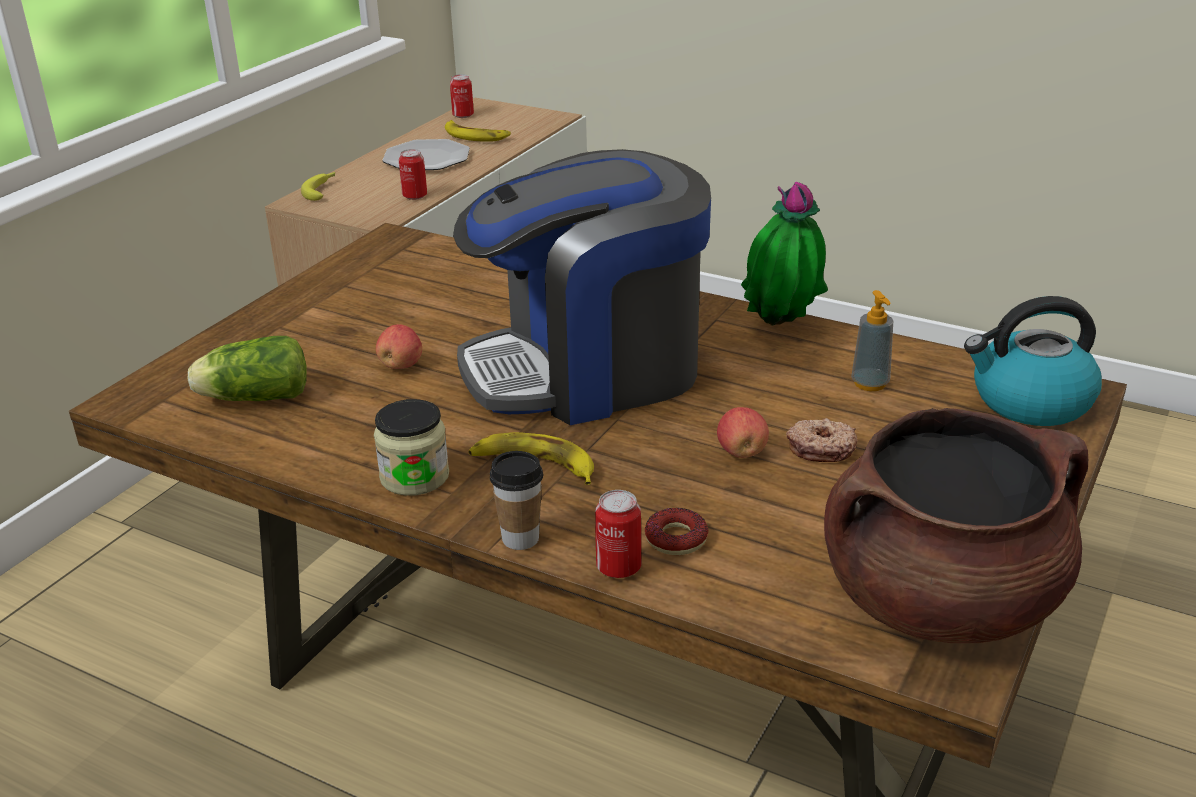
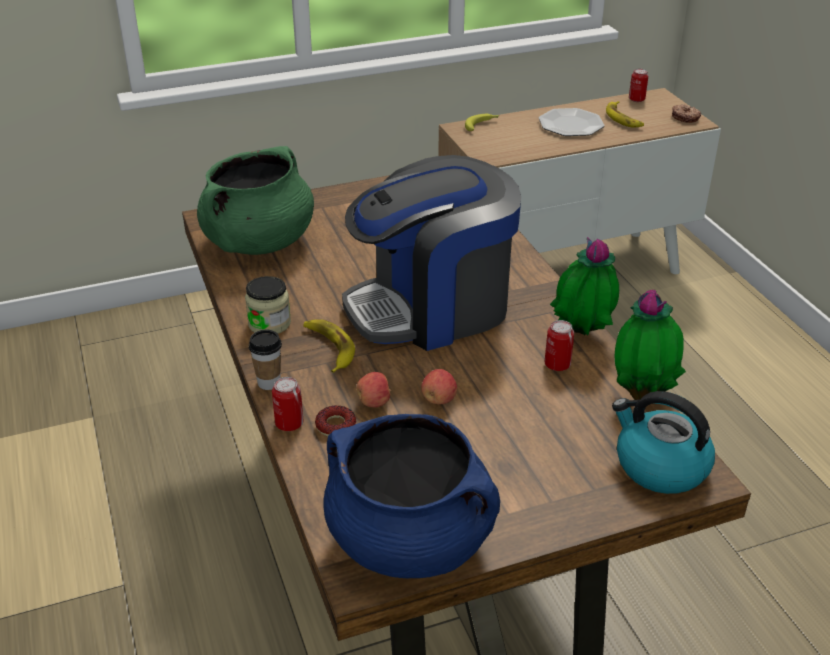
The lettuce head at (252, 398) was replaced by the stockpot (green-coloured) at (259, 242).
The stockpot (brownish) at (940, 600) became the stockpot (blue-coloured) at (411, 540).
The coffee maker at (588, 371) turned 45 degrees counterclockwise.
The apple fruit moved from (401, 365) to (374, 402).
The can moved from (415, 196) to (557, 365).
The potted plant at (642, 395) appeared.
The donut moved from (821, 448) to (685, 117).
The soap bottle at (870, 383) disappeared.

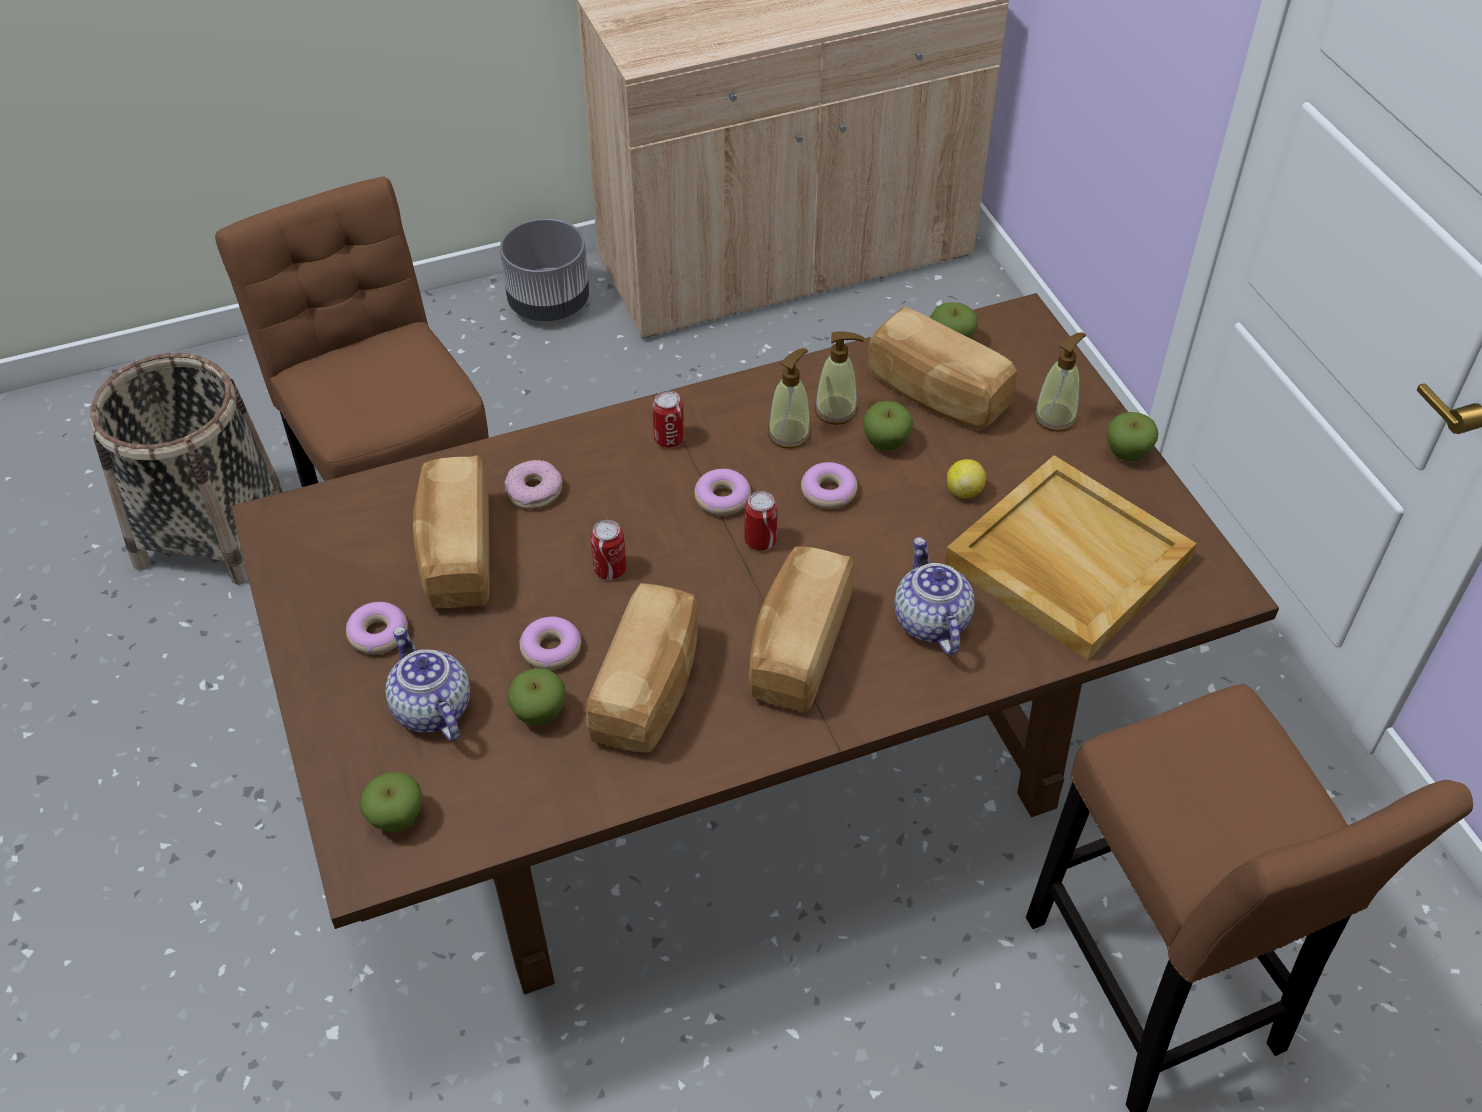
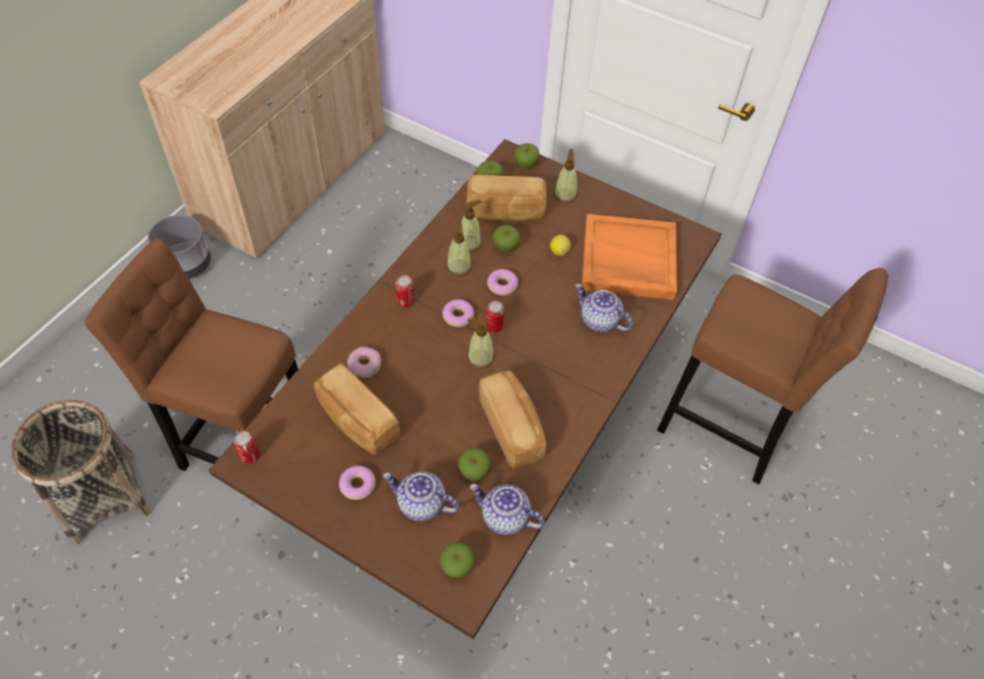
The can moved from (610, 569) to (250, 456).
The soap bottle at (480, 358) appeared.
The tea pot at (504, 517) appeared.
The apple fruit moved from (1127, 454) to (526, 165).
The tray (sand-coloured) at (1065, 561) became the tray (orange) at (627, 260).
The donut at (551, 649) disappeared.
The bread at (796, 647) disappeared.

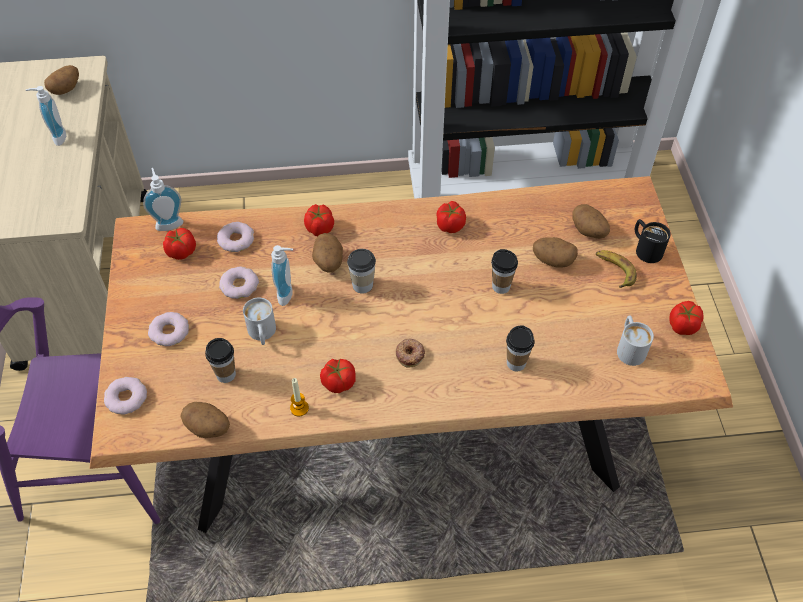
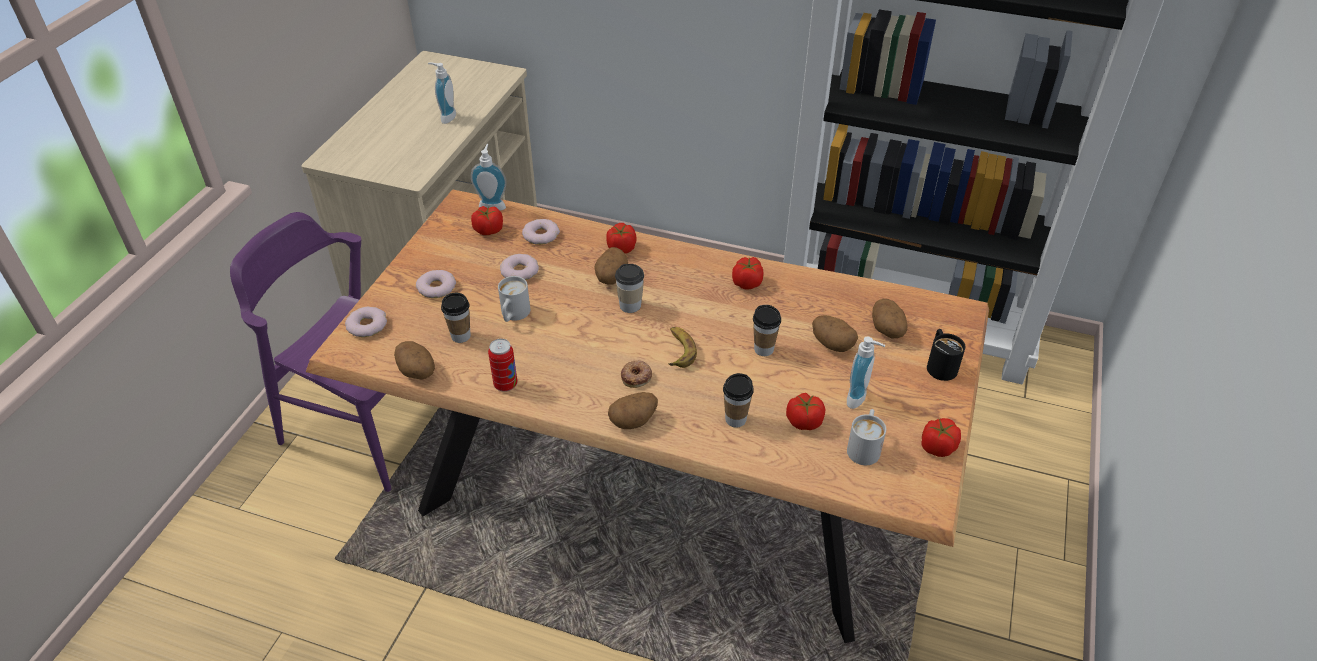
The candle at (299, 408) was replaced by the can at (505, 385).
The spud moved from (66, 89) to (633, 420).
The banana moved from (614, 270) to (679, 350).
The whole tomato moved from (338, 382) to (803, 421).
The soap bottle moved from (288, 294) to (860, 399).

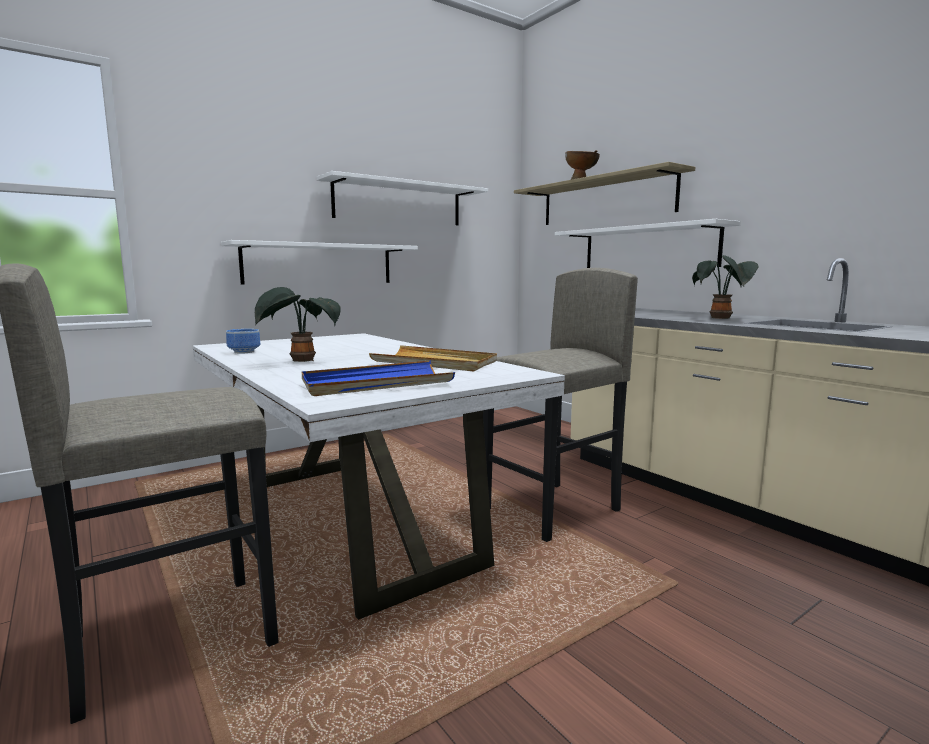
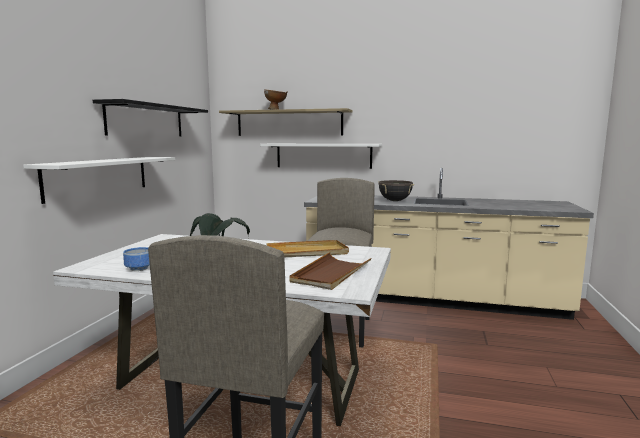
The bracket shelf (whitish) at (399, 203) became the bracket shelf (black) at (146, 121).
The tray (blue-coloured) at (376, 384) became the tray (brownish) at (331, 273).
The potted plant at (722, 319) was replaced by the stockpot (black) at (395, 201).

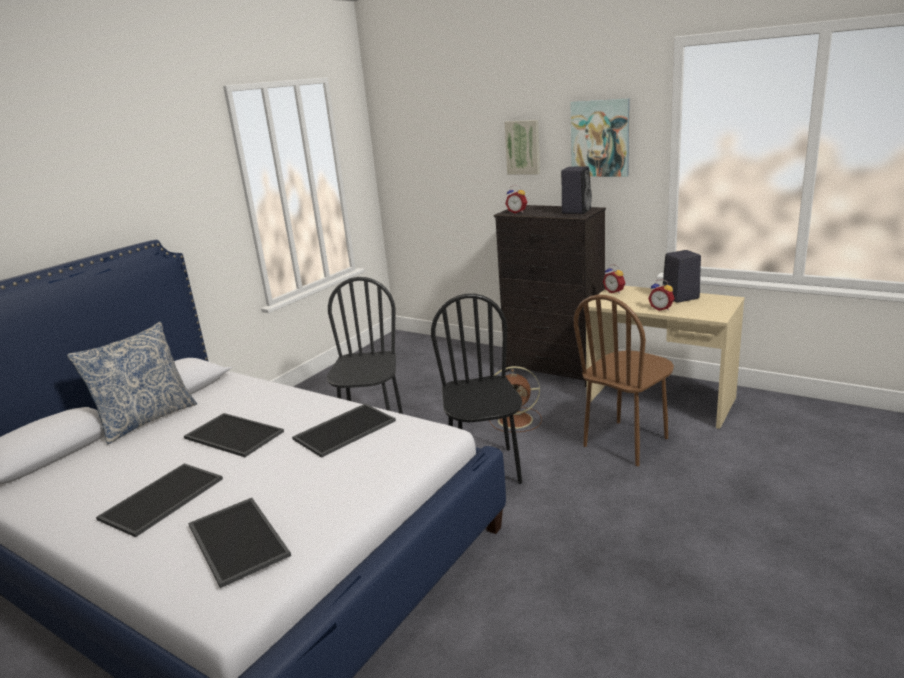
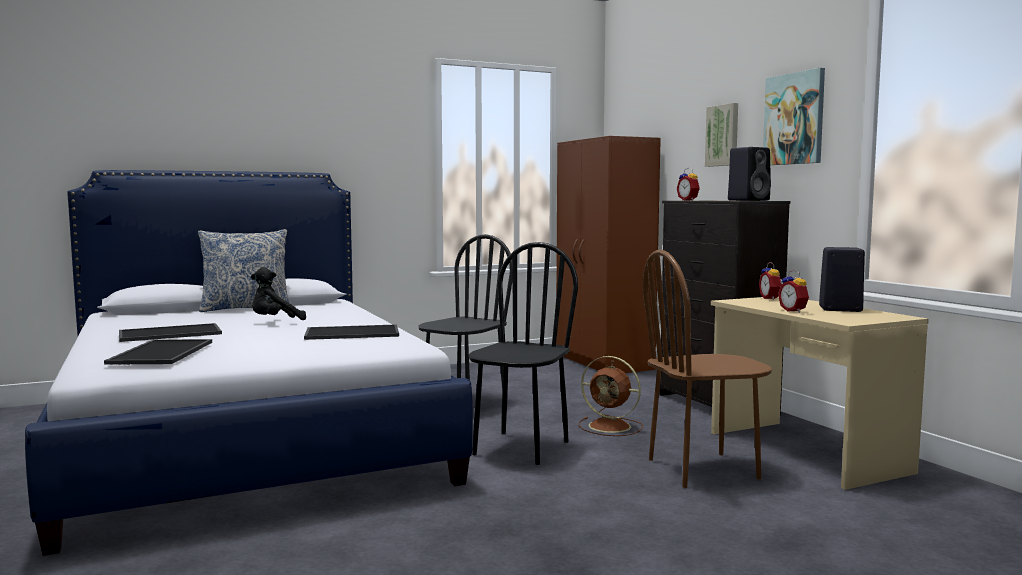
The tray at (232, 435) was replaced by the plush toy (black) at (275, 321).
The armoire (brownish) at (603, 362) appeared.

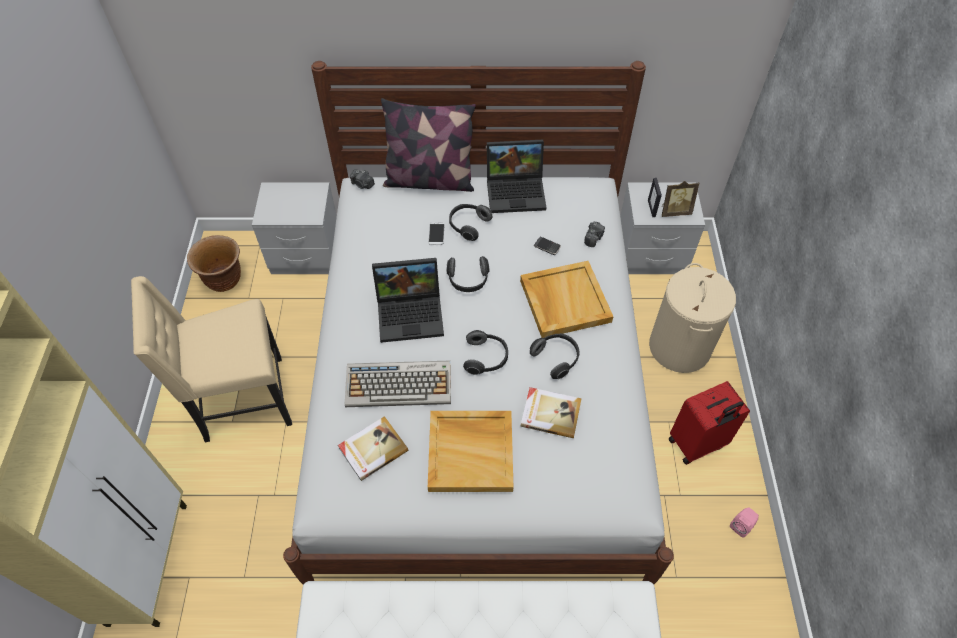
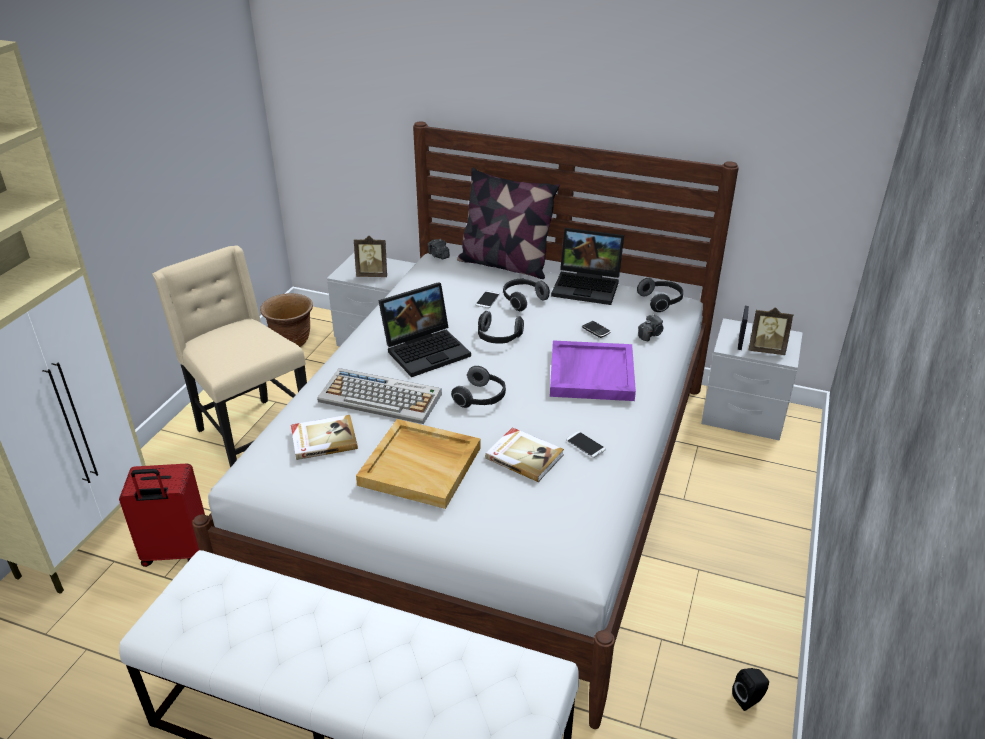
The travel case (reddish) moved from (697, 444) to (175, 552).
The upright chair (sand-coloured) at (242, 401) turned 45 degrees clockwise.
The photo frame at (372, 275) appeared.
The portable computer at (412, 313) turned 45 degrees counterclockwise.
The tray (sand-coloured) at (564, 301) became the tray (purple-coloured) at (590, 373).
The telephone at (585, 445) appeared.
The headset moved from (556, 358) to (661, 301).
The speaker (pink) at (741, 525) became the speaker (black) at (749, 699).
The hamper (sand-coloured) at (679, 346) disappeared.

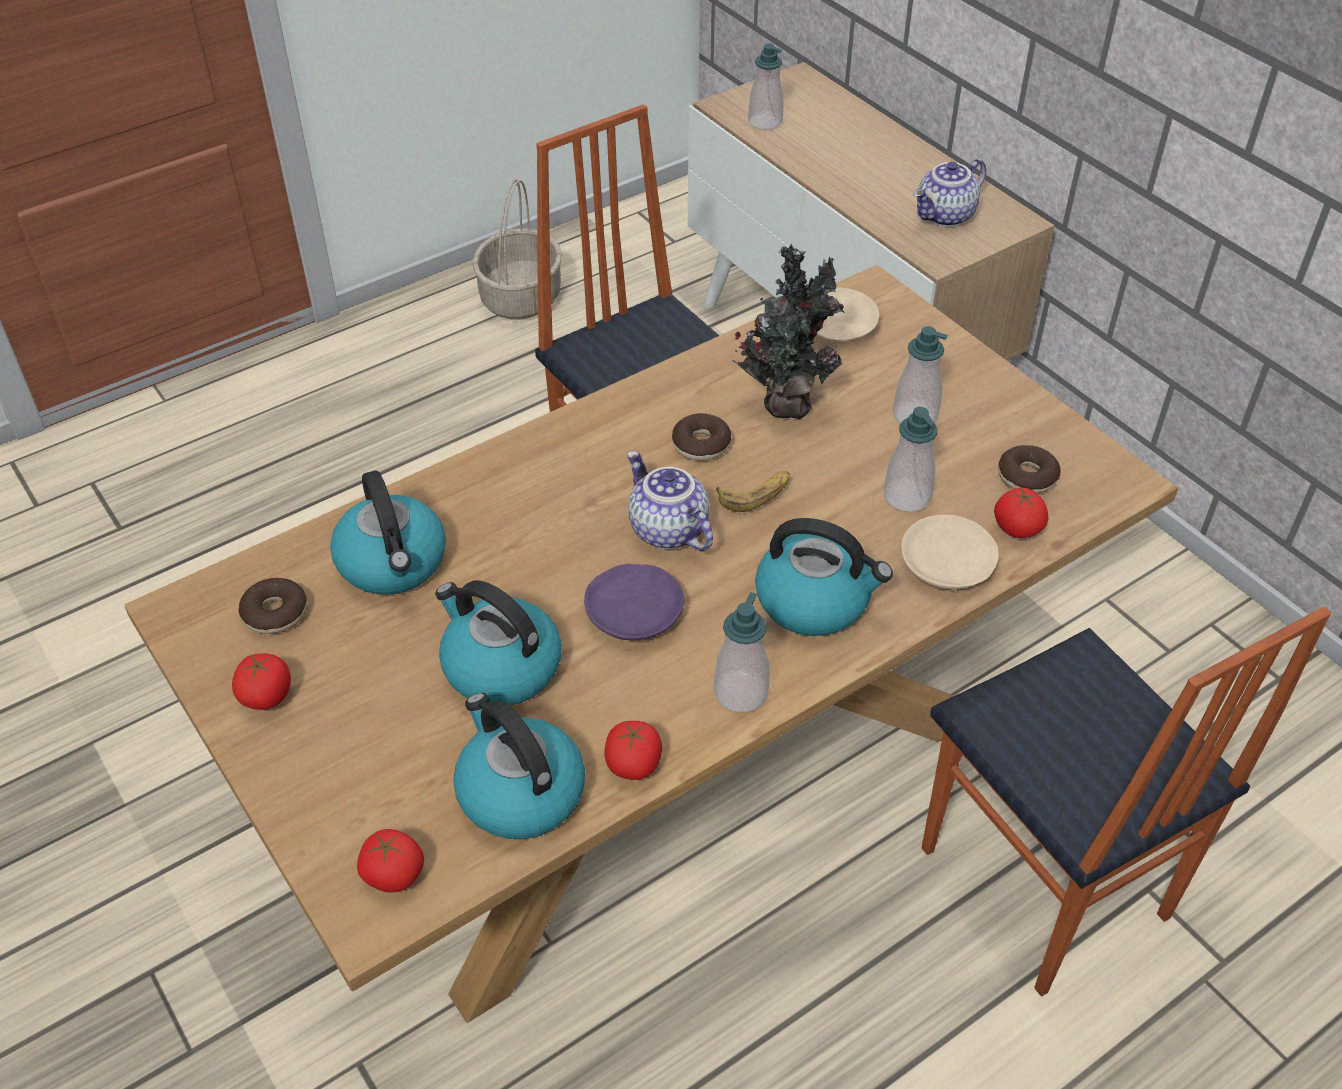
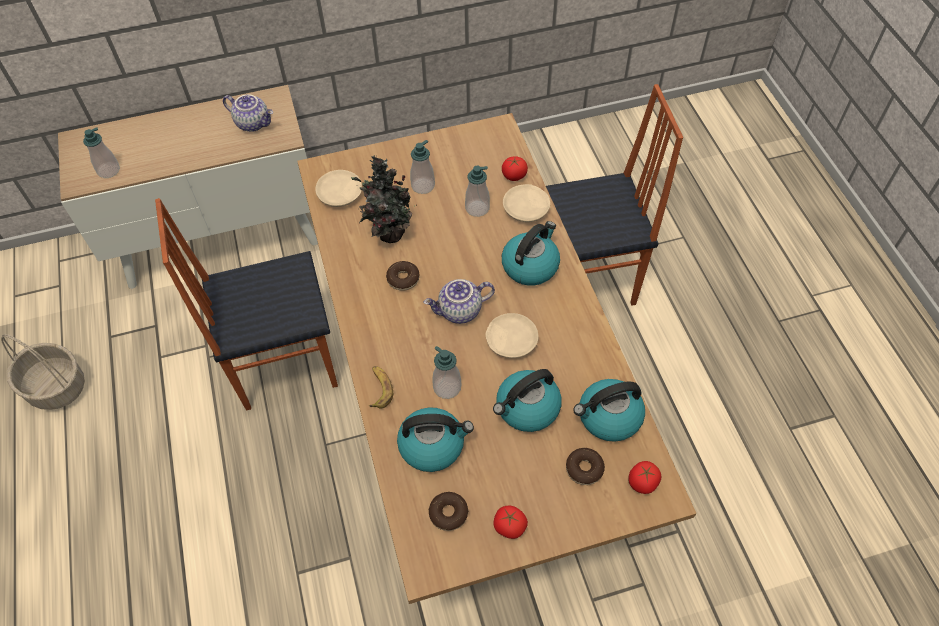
The tea pot at (946, 216) turned 45 degrees counterclockwise.
The banana moved from (755, 494) to (379, 389).
The soap bottle moved from (741, 693) to (447, 387).
The plate (purple-coloured) at (635, 612) became the plate (sand-coloured) at (511, 340).
The donut moved from (1027, 477) to (584, 469).
The whole tomato at (633, 765) disappeared.

